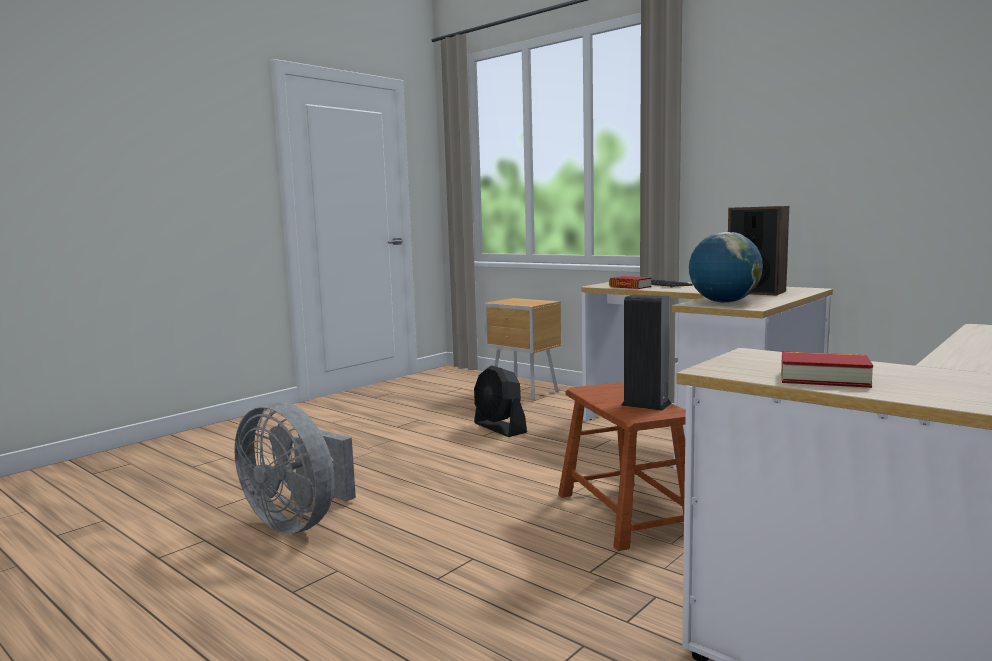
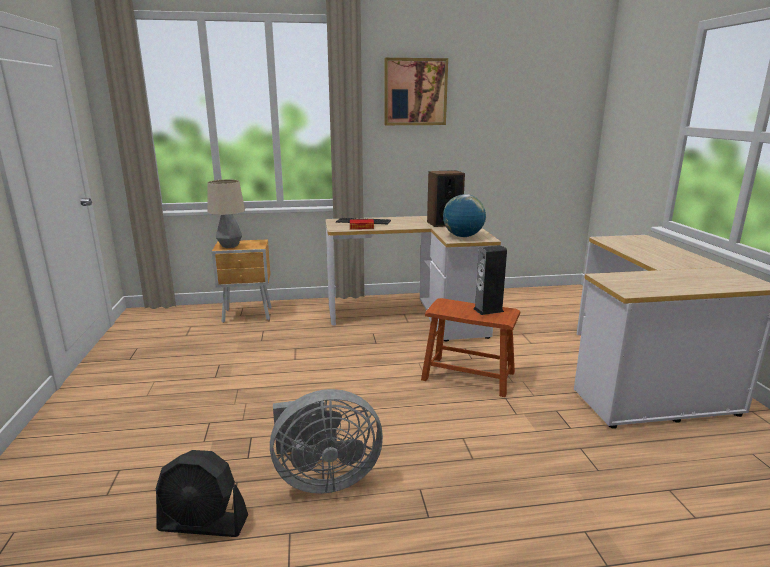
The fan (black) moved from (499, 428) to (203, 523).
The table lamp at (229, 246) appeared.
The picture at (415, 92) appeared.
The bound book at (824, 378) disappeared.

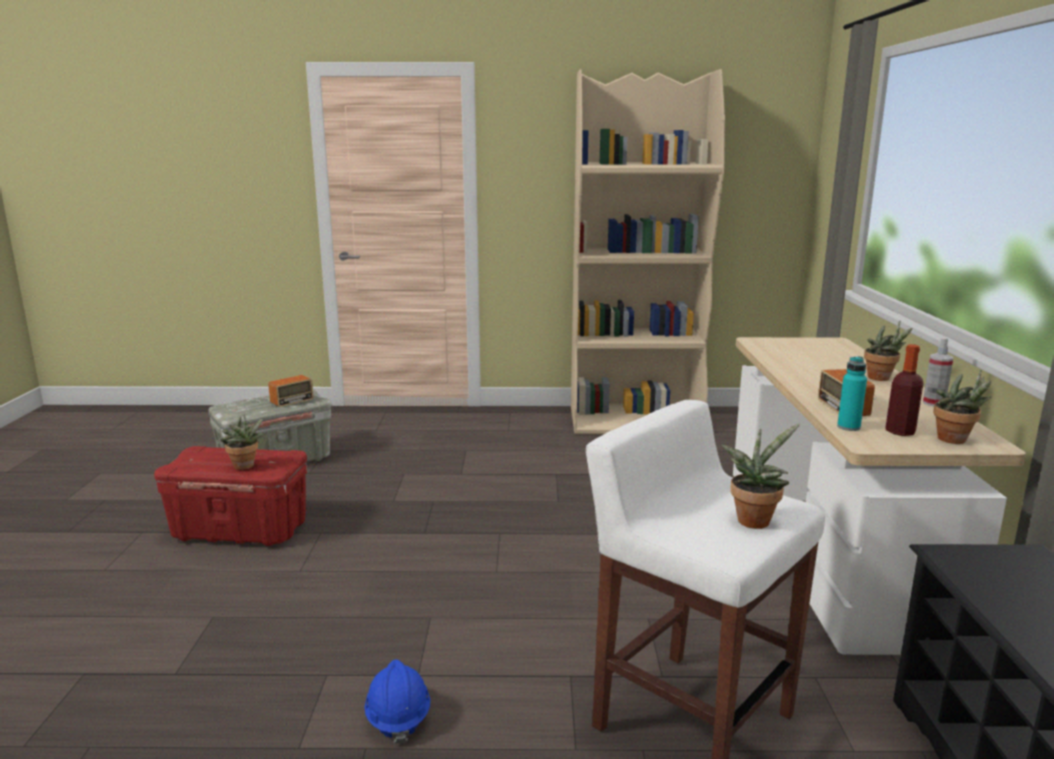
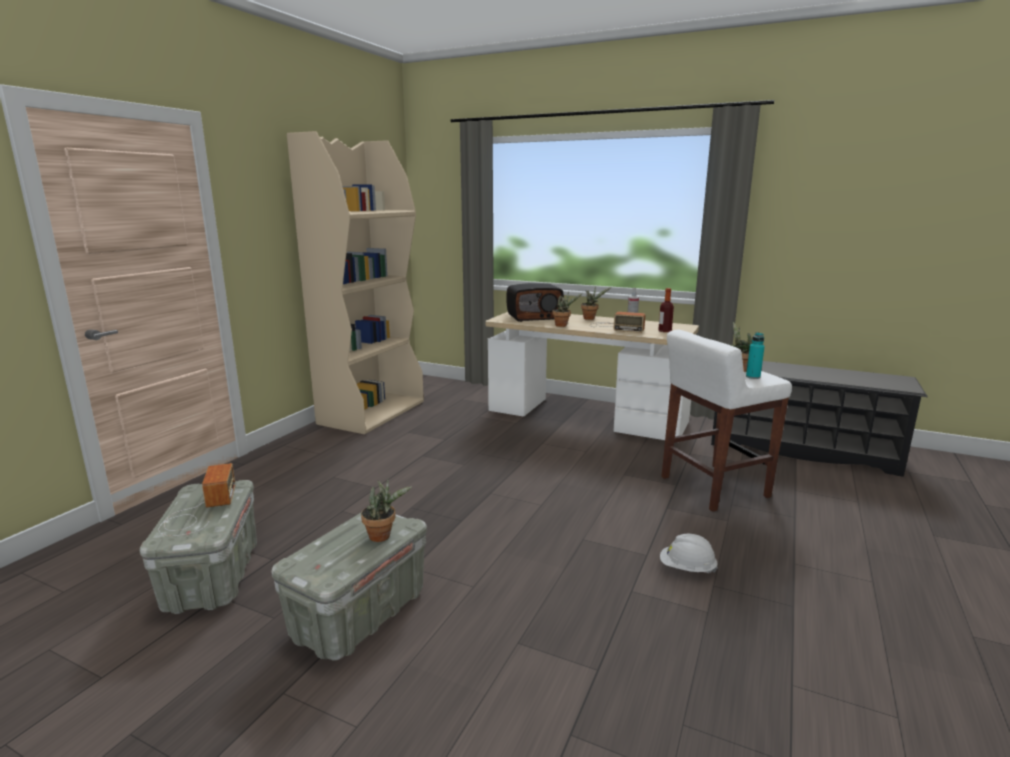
The storage box (reddish) at (241, 530) became the storage box (gray) at (360, 614).
The radio at (534, 317) appeared.
The potted plant moved from (955, 441) to (563, 325).
The hard hat (blue-coloured) at (398, 717) became the hard hat (whitish) at (687, 569).
The bottle (blue-green) moved from (848, 427) to (753, 377).

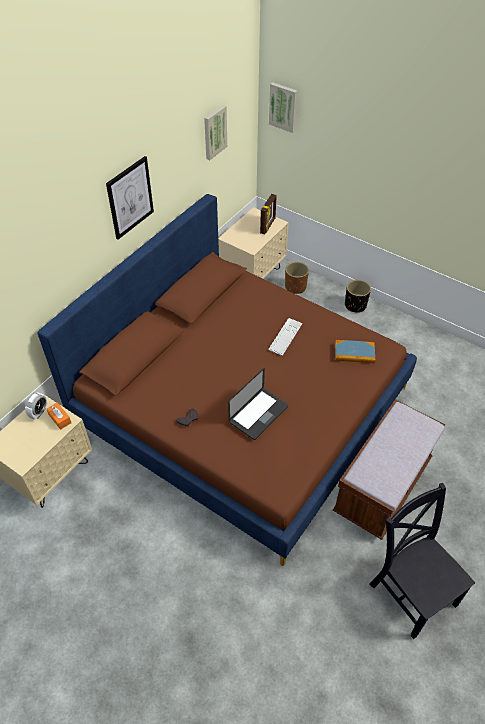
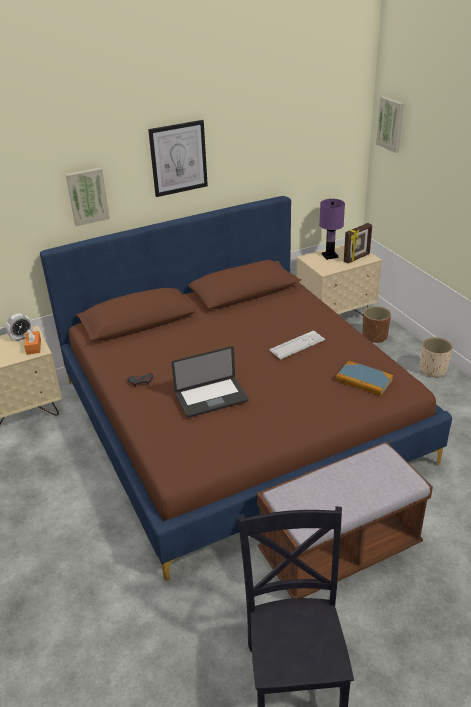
The picture moved from (214, 132) to (87, 196).
The table lamp (purple-coloured) at (329, 256) appeared.
The planter (black) at (355, 305) became the planter (sand-coloured) at (433, 370).

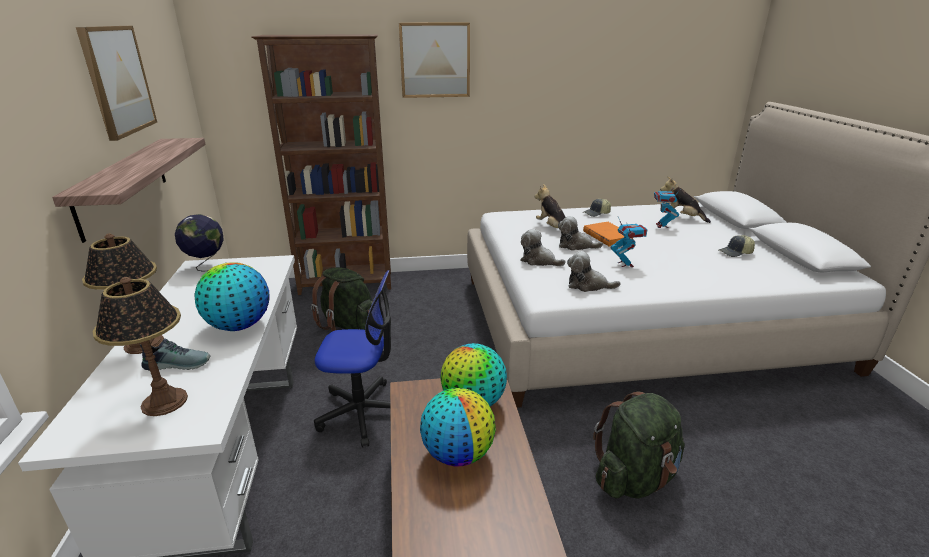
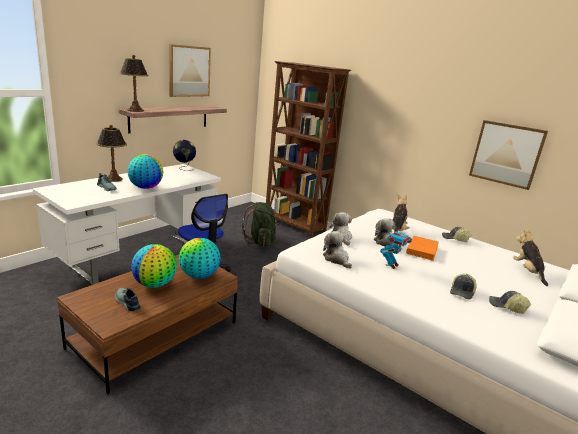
The low shoe at (126, 302) appeared.
The table lamp moved from (164, 402) to (135, 110).
The baseball cap at (462, 292) appeared.
The picture moved from (435, 60) to (506, 154).
The backpack (green-coloured) at (634, 478) disappeared.
The robot figure at (661, 226) disappeared.

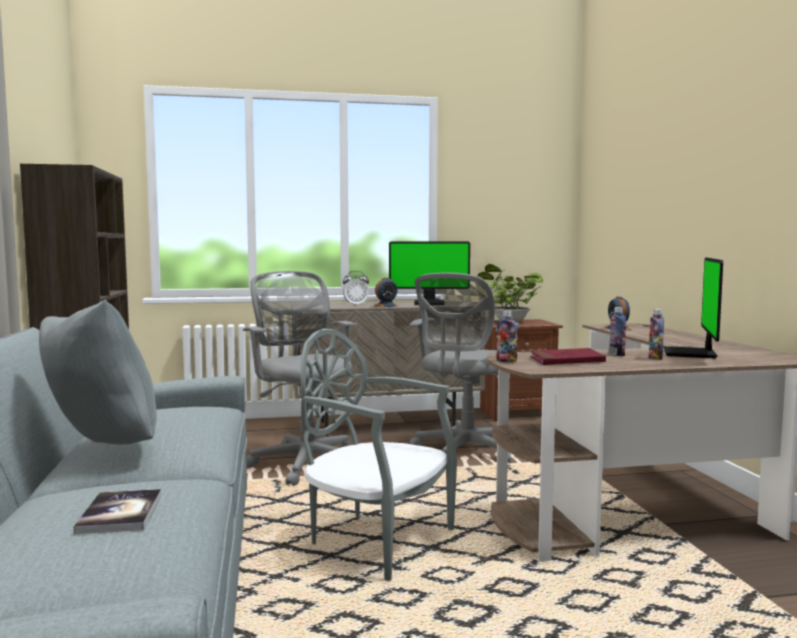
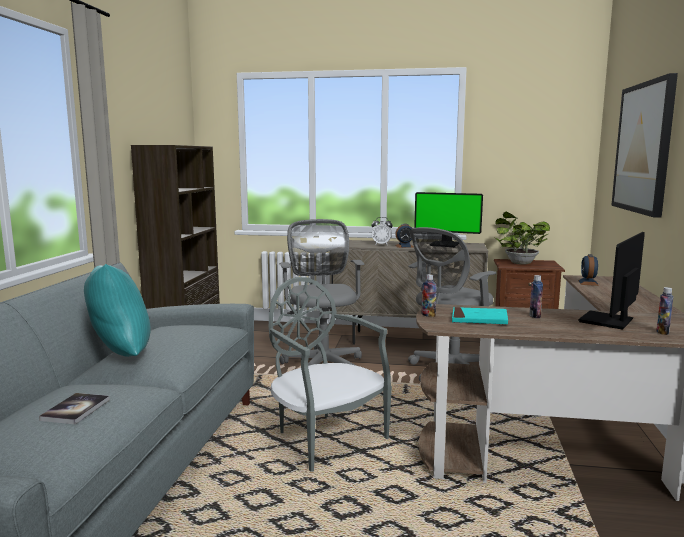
The throw pillow (gray) at (99, 448) became the throw pillow (blue-green) at (119, 355).
The bound book (reddish) at (566, 361) became the bound book (blue-green) at (479, 319).
The picture at (643, 148) appeared.
The bottle moved from (655, 358) to (662, 332).

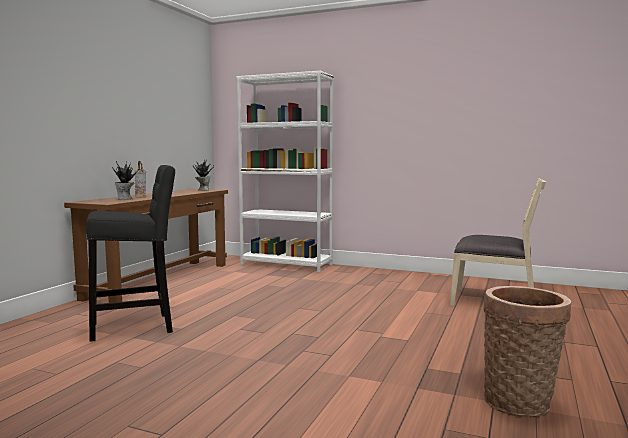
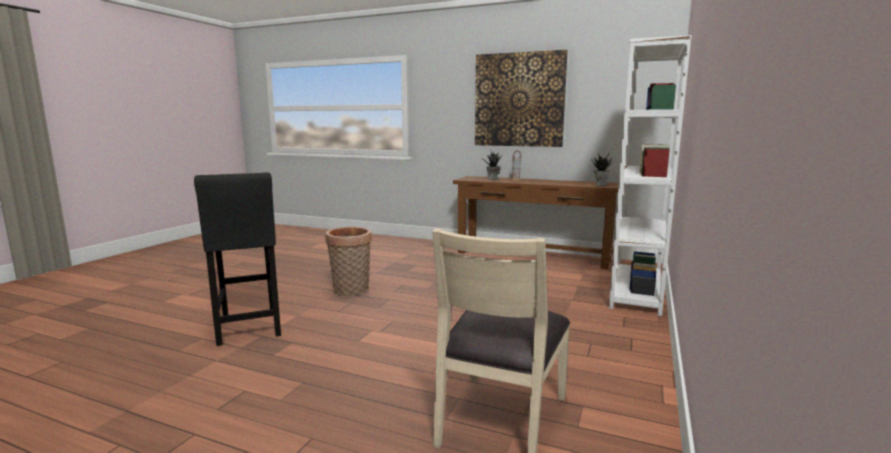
The stool seat (black) moved from (137, 327) to (249, 328).
The storage basket moved from (520, 401) to (351, 291).
The picture at (519, 100) appeared.

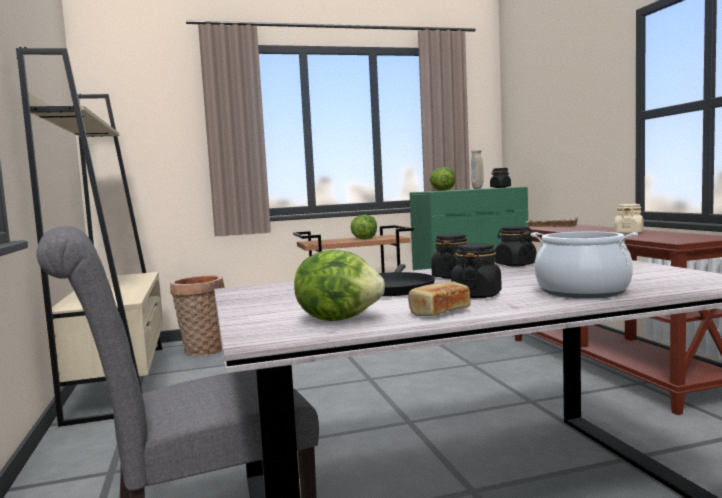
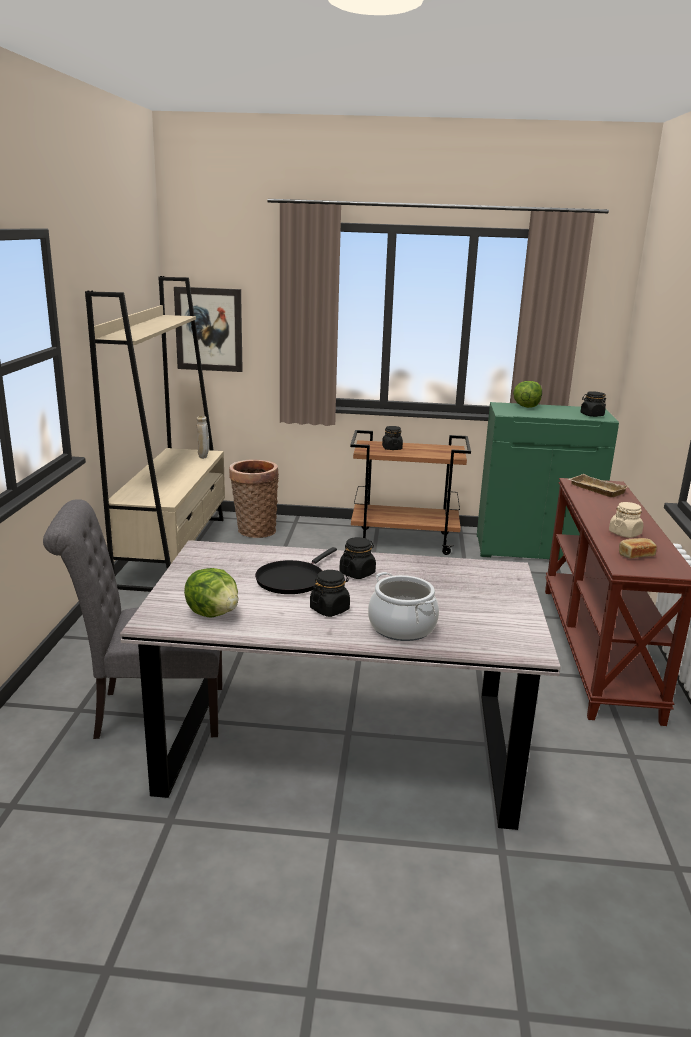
The picture at (209, 329) appeared.
The flower vase (sand-coloured) moved from (477, 188) to (203, 457).
The jar (black) moved from (515, 265) to (392, 448).
The bread moved from (438, 312) to (635, 555).
The lettuce head at (364, 239) disappeared.

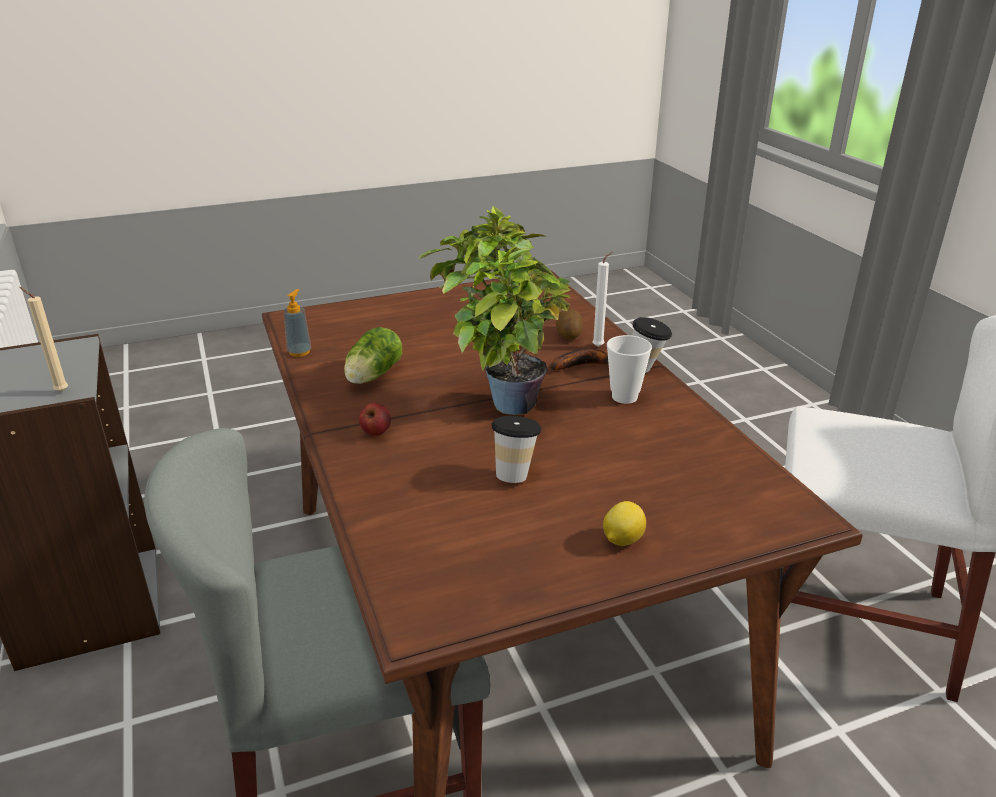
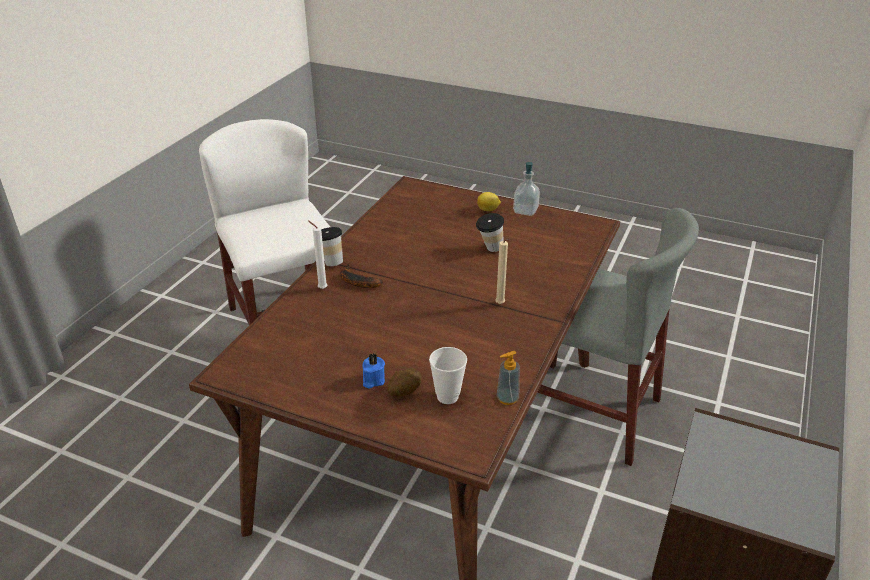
The candle (blue-coloured) at (372, 380) appeared.
The spud moved from (568, 335) to (404, 391).
The cup moved from (624, 397) to (447, 396).
The candle (sand-coloured) moved from (60, 391) to (501, 304).
The soap bottle at (525, 210) appeared.
The lettuce head at (371, 376) disappeared.
The apple fruit at (375, 432) disappeared.
The potted plant at (502, 402) disappeared.

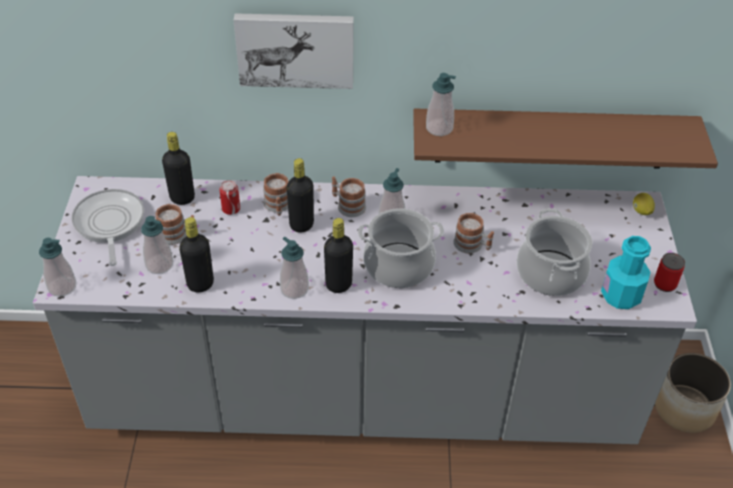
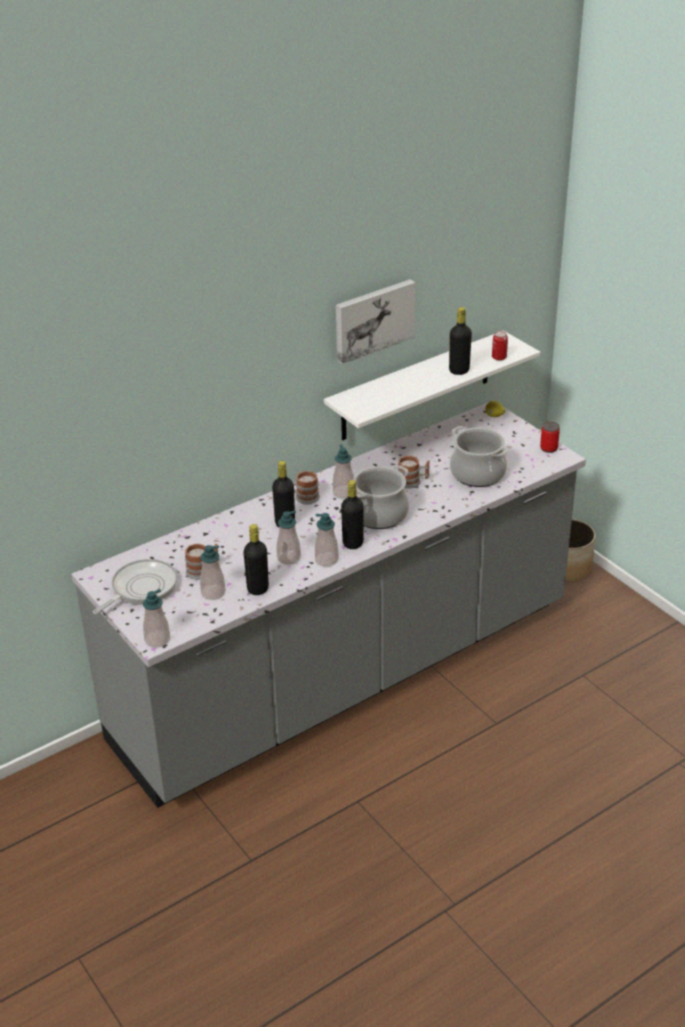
The frying pan at (109, 224) turned 90 degrees clockwise.
The soap bottle moved from (439, 128) to (288, 558).
The bracket shelf (brownish) at (552, 138) became the bracket shelf (whitish) at (416, 386).
The picture moved from (295, 48) to (373, 319).
The bottle (black) moved from (182, 198) to (459, 370).
The can moved from (231, 209) to (499, 357).
The mug at (278, 207) disappeared.
The bottle (blue-green) at (620, 296) disappeared.

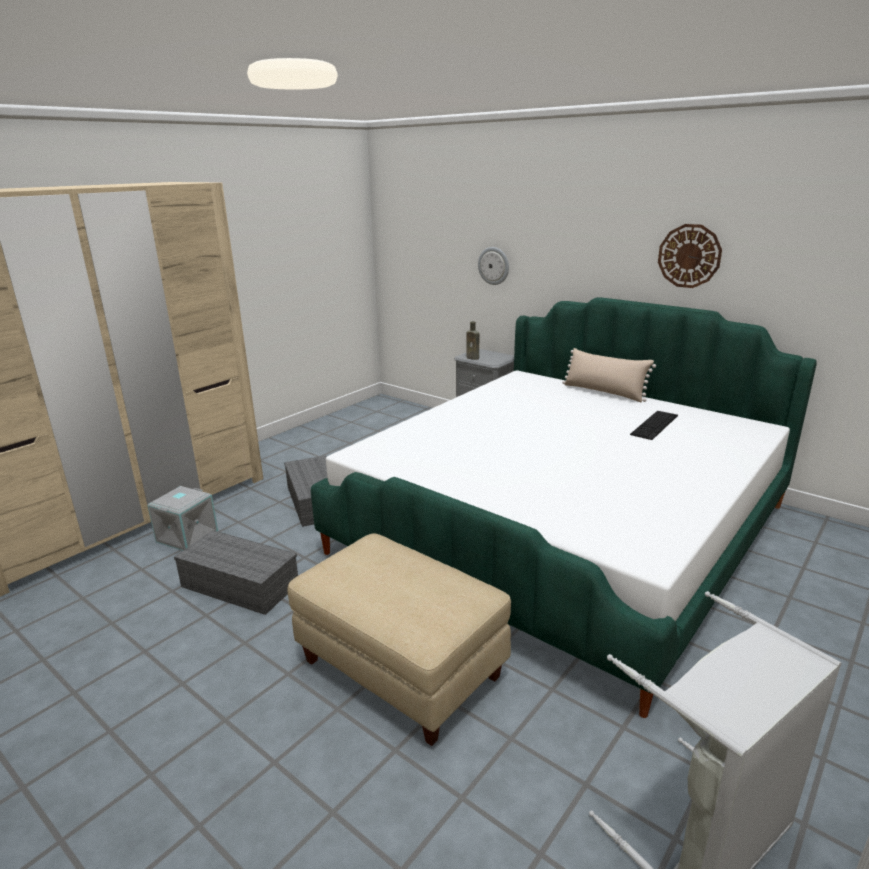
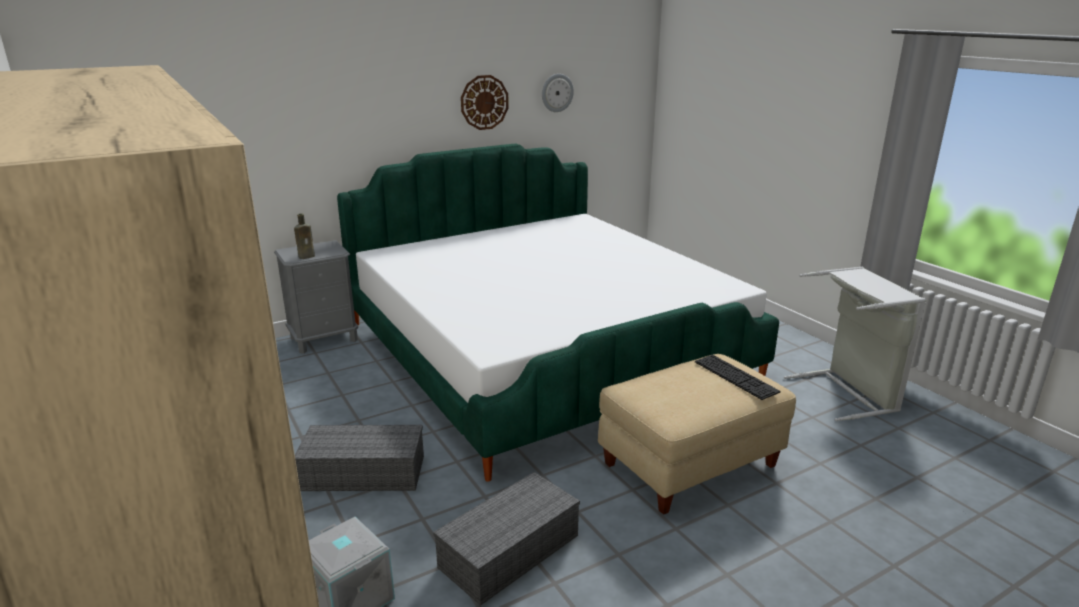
The hanging clock moved from (494, 265) to (557, 93).
The computer keyboard moved from (654, 425) to (735, 376).
The throw pillow (sand-coloured) at (604, 392) disappeared.

